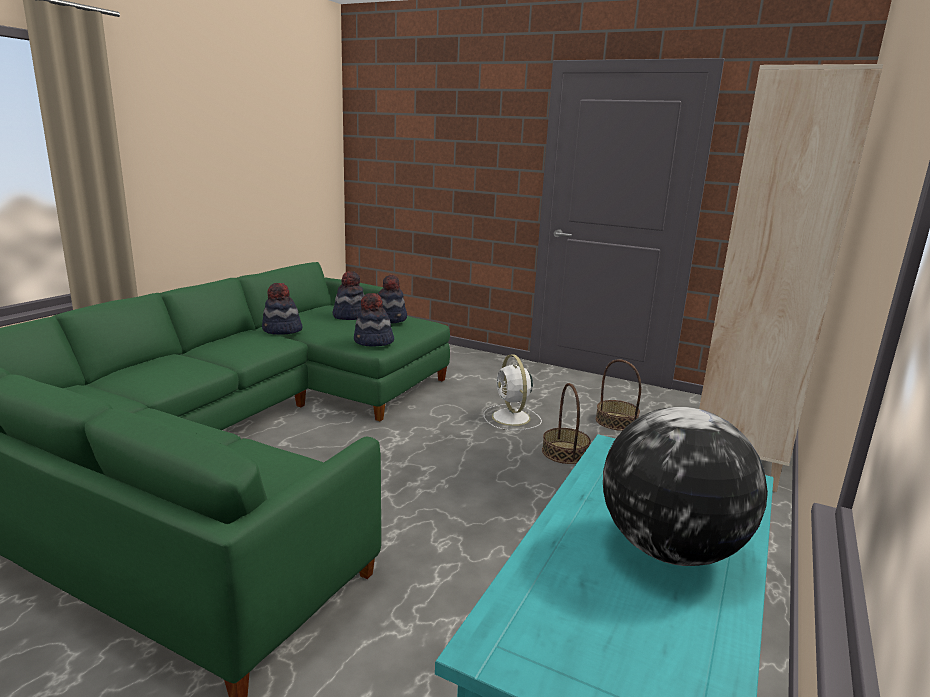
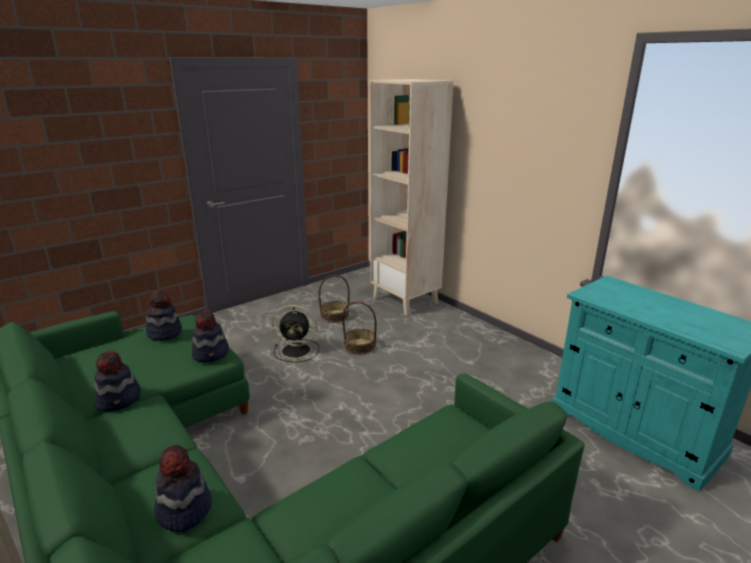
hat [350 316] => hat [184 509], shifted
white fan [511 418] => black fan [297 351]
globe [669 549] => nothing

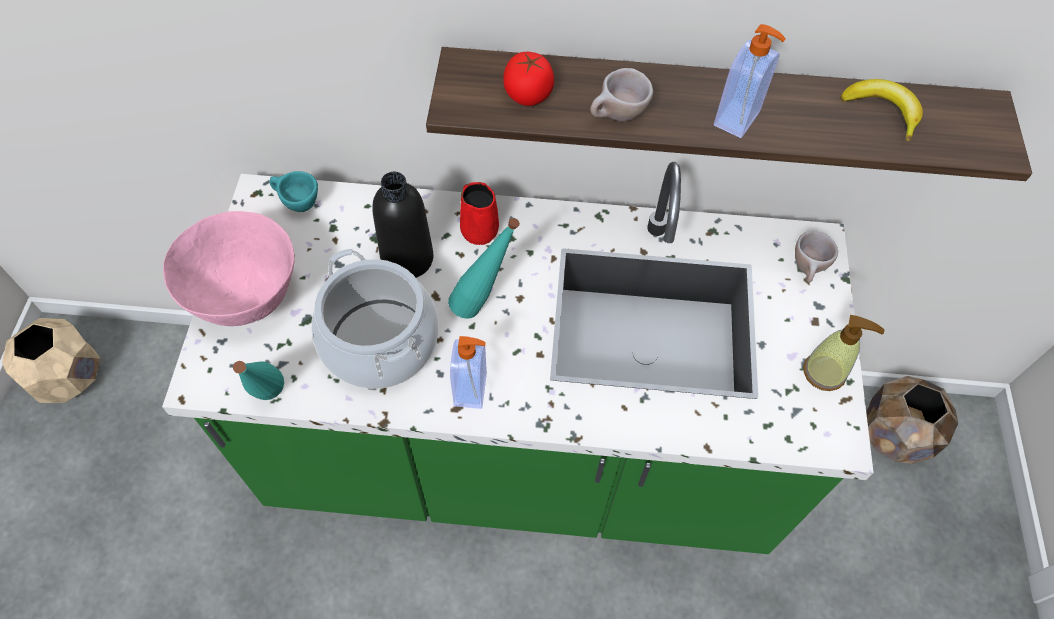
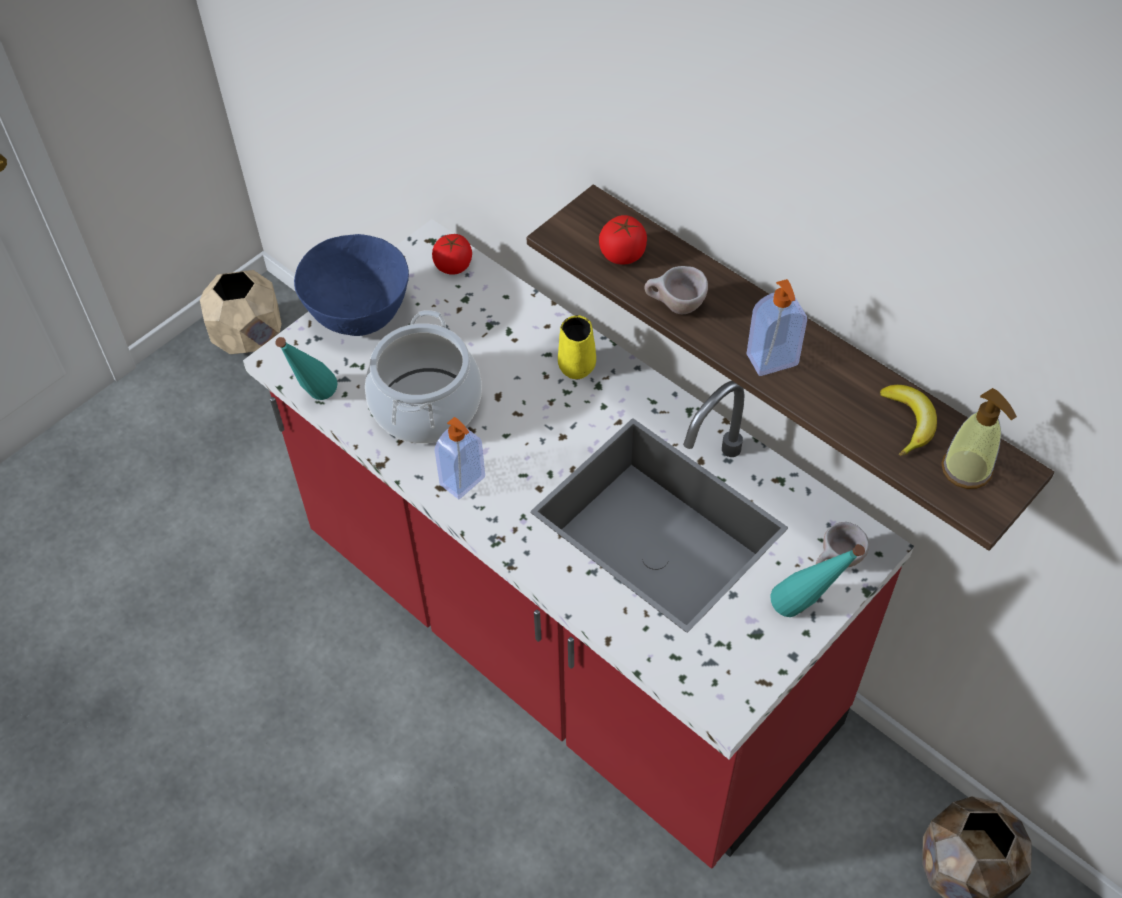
green counter [522 454] => red counter [565 636]
pink bowl [248 297] => blue bowl [361 316]
turquoise cup [297 204] => tomato [453 266]
red mug [478 229] => yellow mug [577 364]
turquoise bottle [483 304] => turquoise bottle [805 611], shifted
soap dispenser [824 372] => soap dispenser [967 469], shifted
black bottle [407 258] => nothing

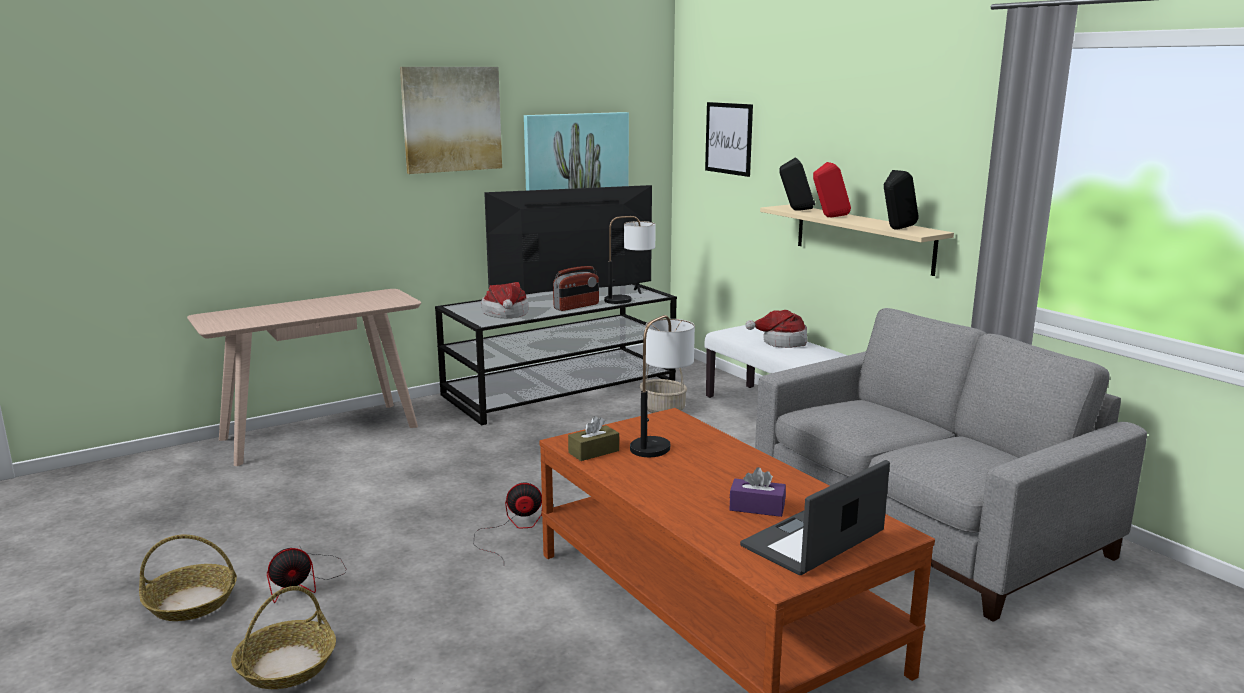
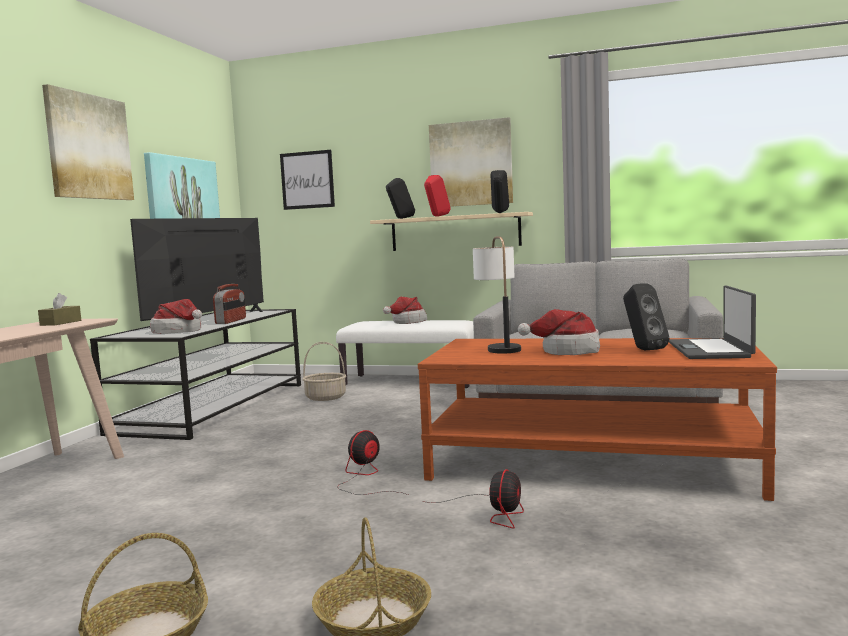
brown tissue box [593 452] => brown tissue box [60 323], shifted
fan [305 582] => fan [494 512], shifted
nothing => picture [471 163]
nothing => hat [567 351]
purple tissue box [757 507] => black speaker [643 349]
table lamp [630 299] => nothing

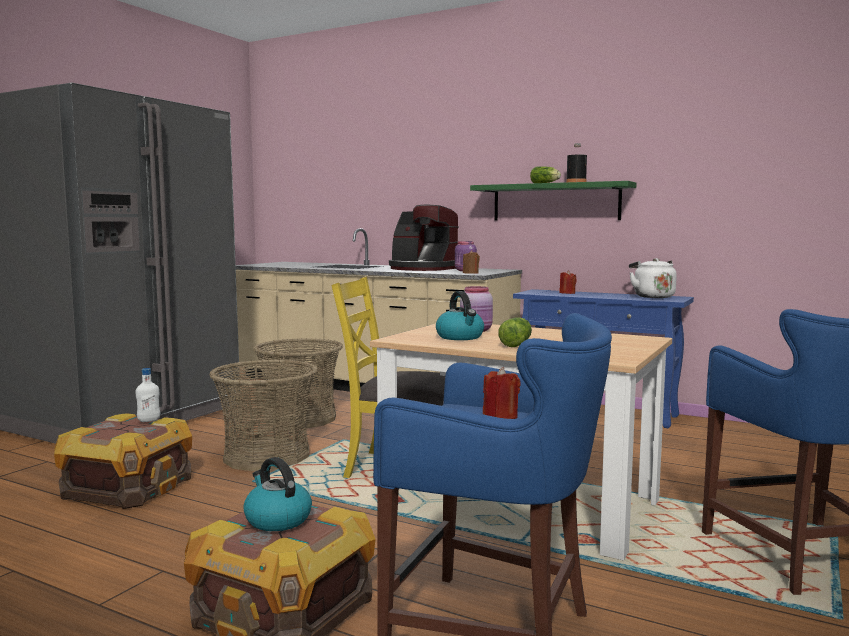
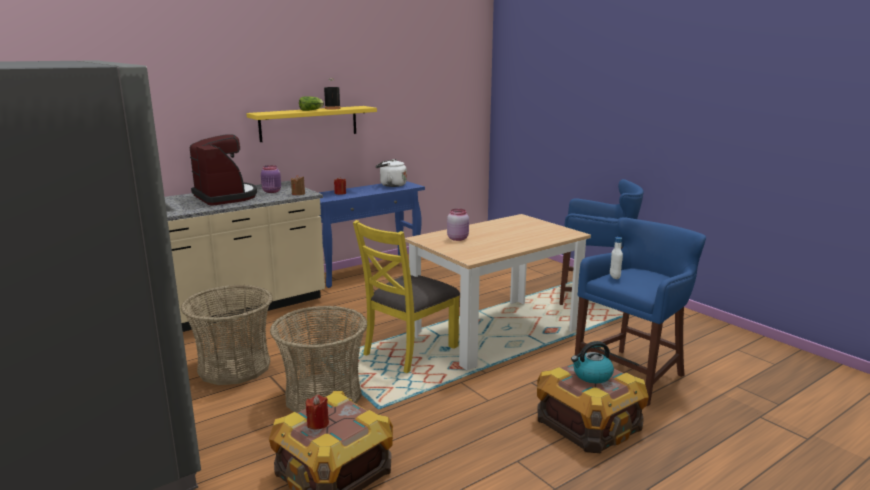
coffee machine [422 269] => coffee machine [225 197], 90 degrees counterclockwise
green shelf [555 202] => yellow shelf [309 123]
red candle [500 416] => red candle [318 423], shifted
white bottle [149 420] => white bottle [614 277], shifted
kettle [460 337] => nothing
lettuce [517 344] => nothing

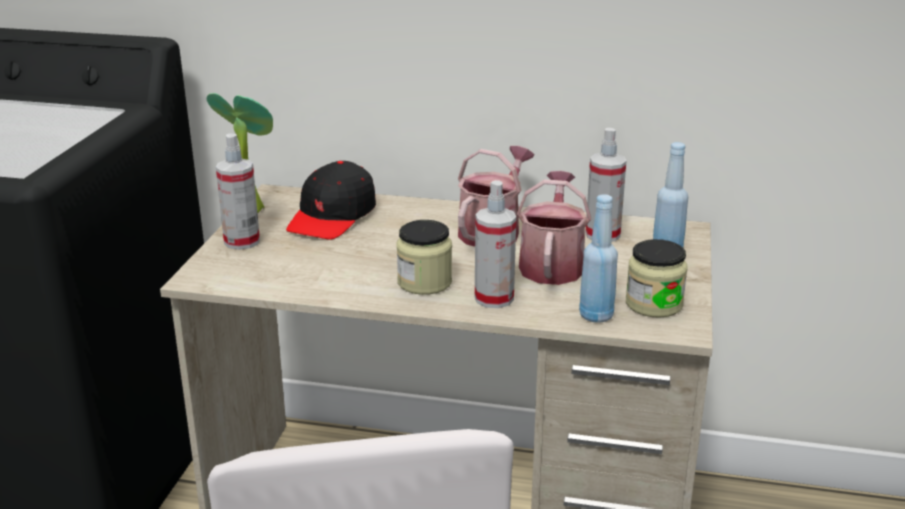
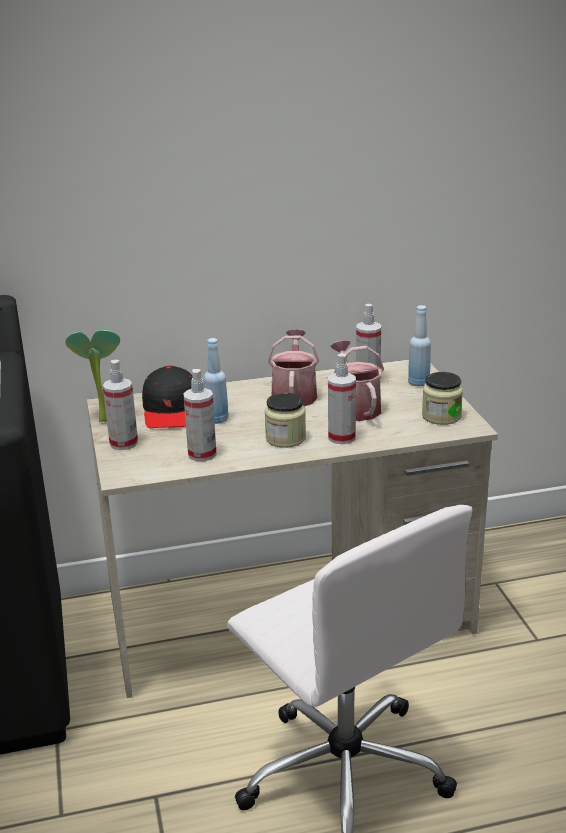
nothing => spray bottle [202 454]
blue bottle [596 315] => blue bottle [217 419], shifted

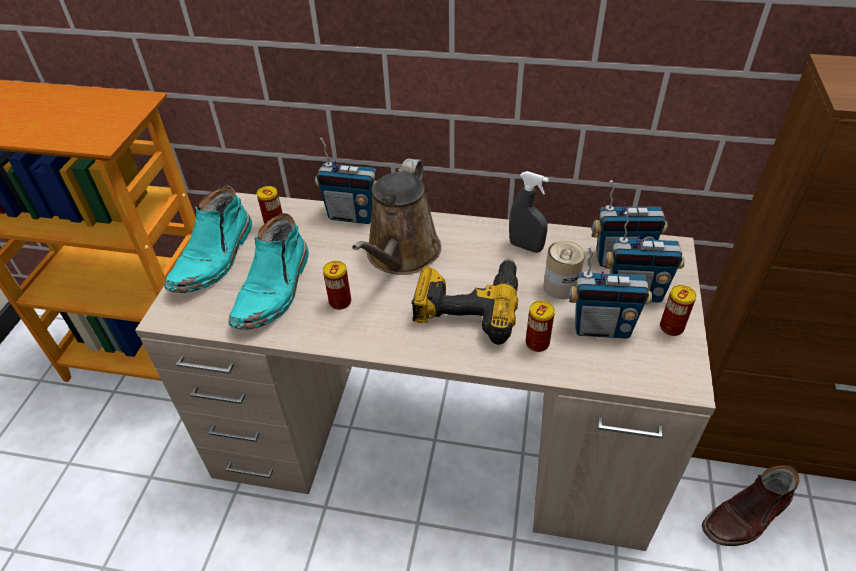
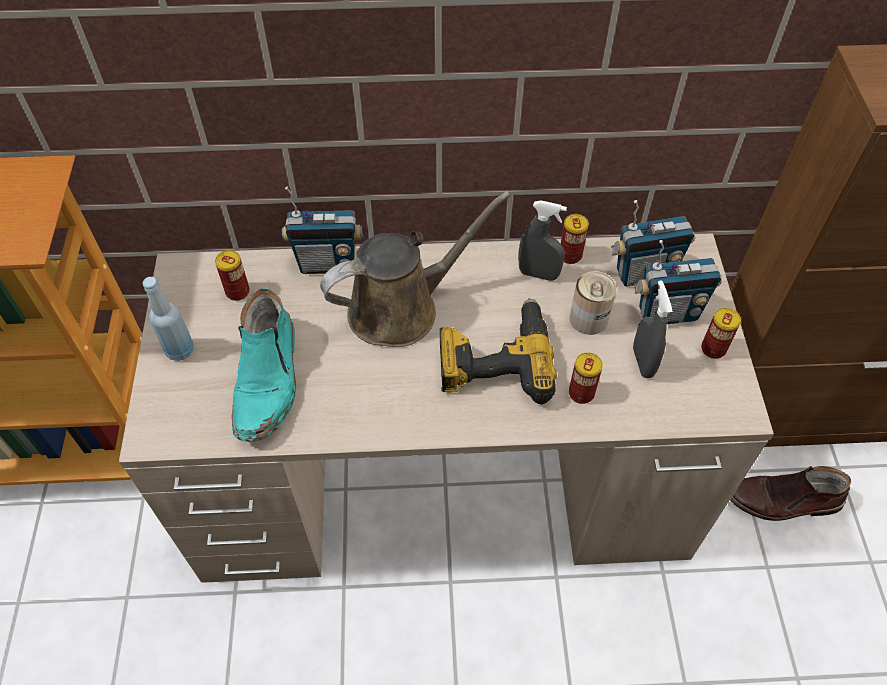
turquoise boot [214 258] => blue bottle [180 350]
brown watering can [401 255] => brown watering can [401 308], 120 degrees counterclockwise
can [340 302] => can [570 255], shifted
radio [601 327] => grey spray bottle [643 362]
brown boot [747 516] => brown boot [782 501], 45 degrees clockwise

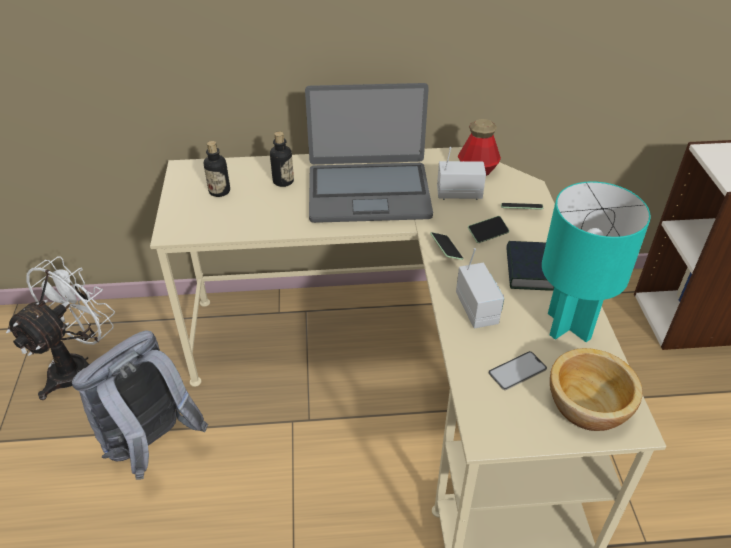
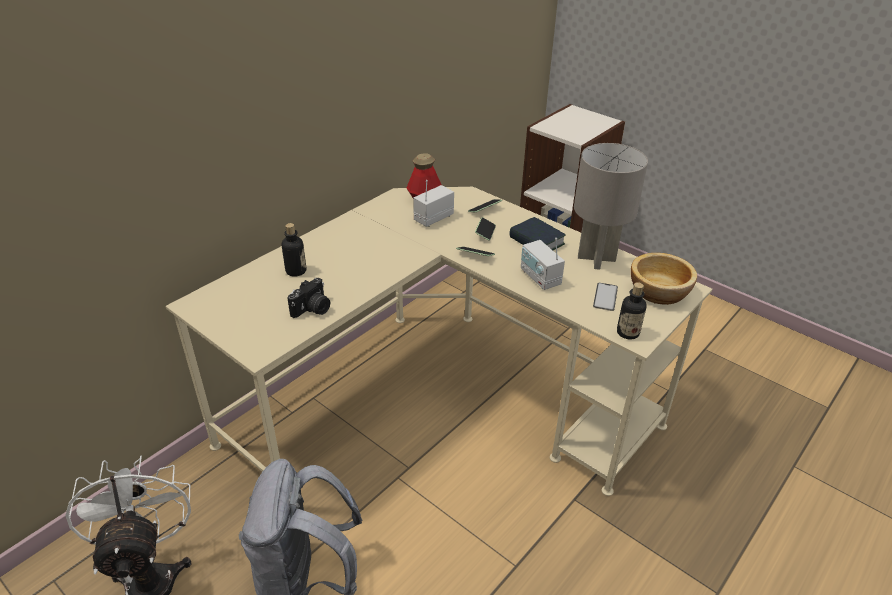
nothing => photo camera [312 309]
radio [477 309] => radio [540 278], 150 degrees counterclockwise
turquoise table lamp [569 327] => grey table lamp [597 259]
bottle [219 191] => bottle [627 332], shifted
laptop [368 192] => nothing

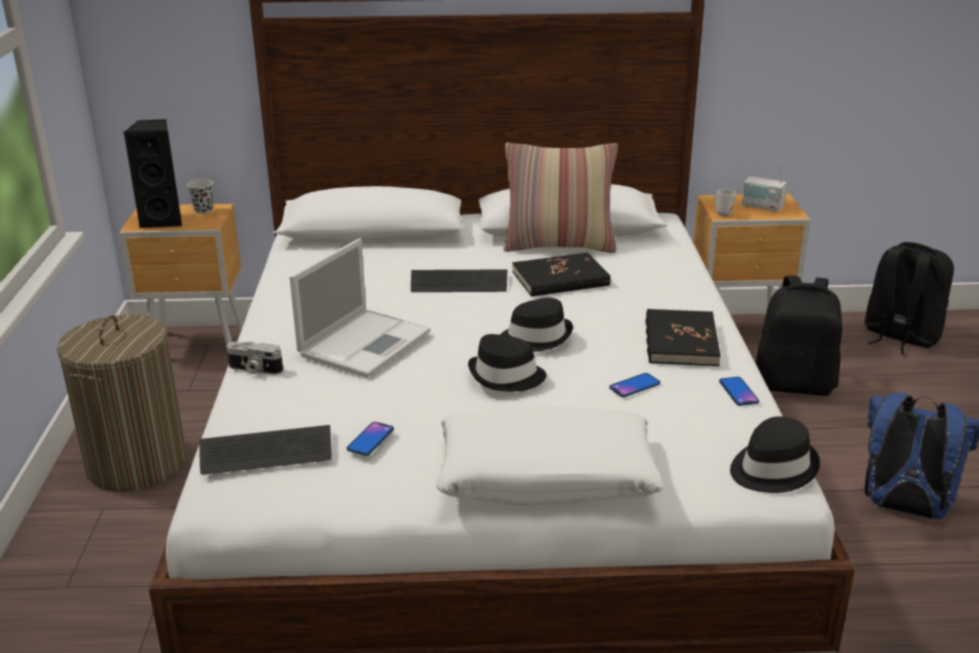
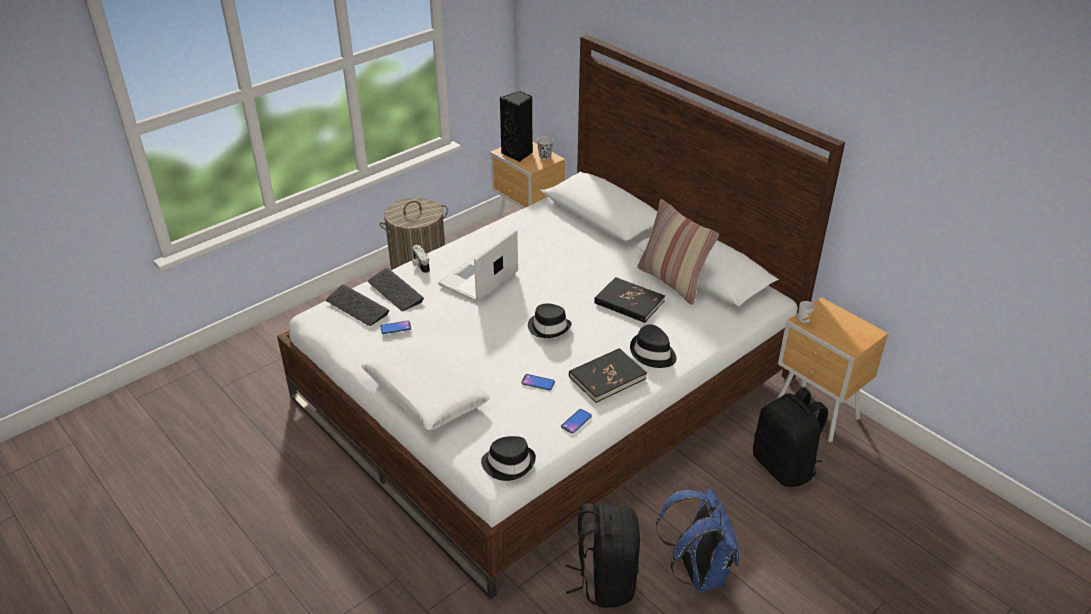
keyboard [459 283] => keyboard [395 291], shifted
laptop [366 342] => laptop [478 279], 135 degrees clockwise
black backpack [899 336] => black backpack [605 581], shifted
black hat [506 376] => black hat [652 353], shifted
radio [762 207] => nothing

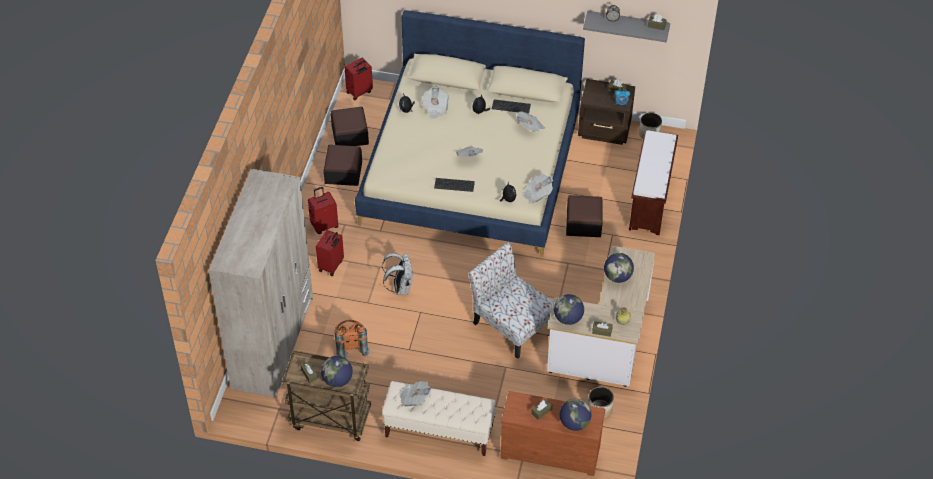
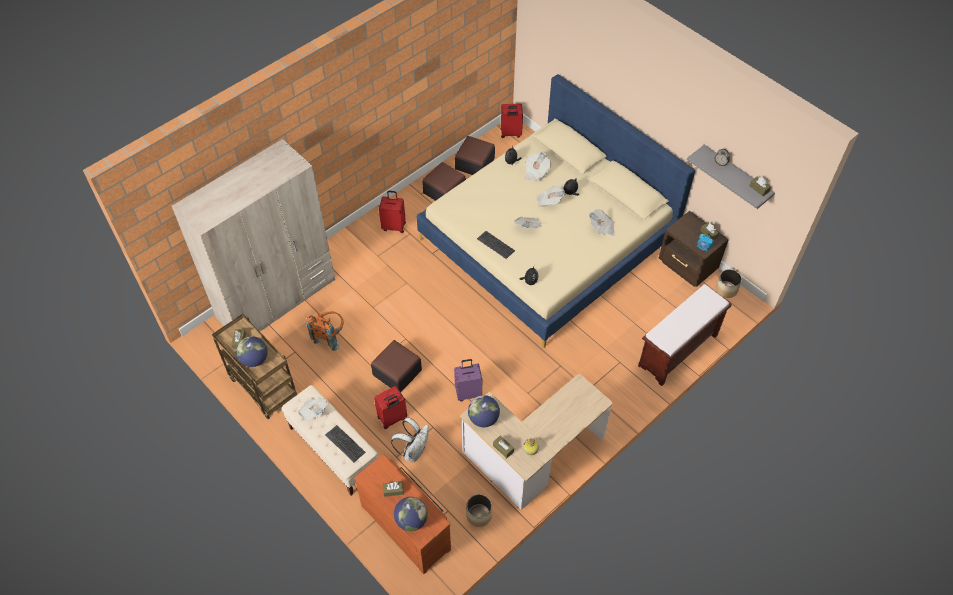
keyboard [511 106] => keyboard [345 443], shifted
ottoman [583 223] => ottoman [397 372], shifted
red suitcase [331 266] => red suitcase [392 418], shifted
white backpack [400 287] => white backpack [413 451], shifted
chair [511 324] => purple suitcase [468 392]
newspaper [537 194] => newspaper [549 201], shifted
globe [617 277] => nothing

